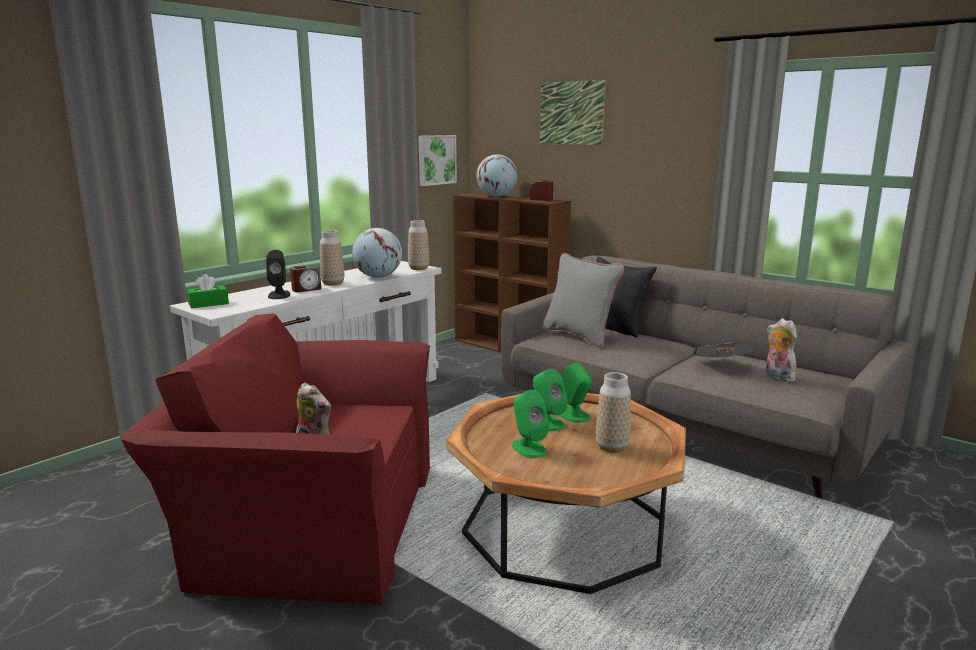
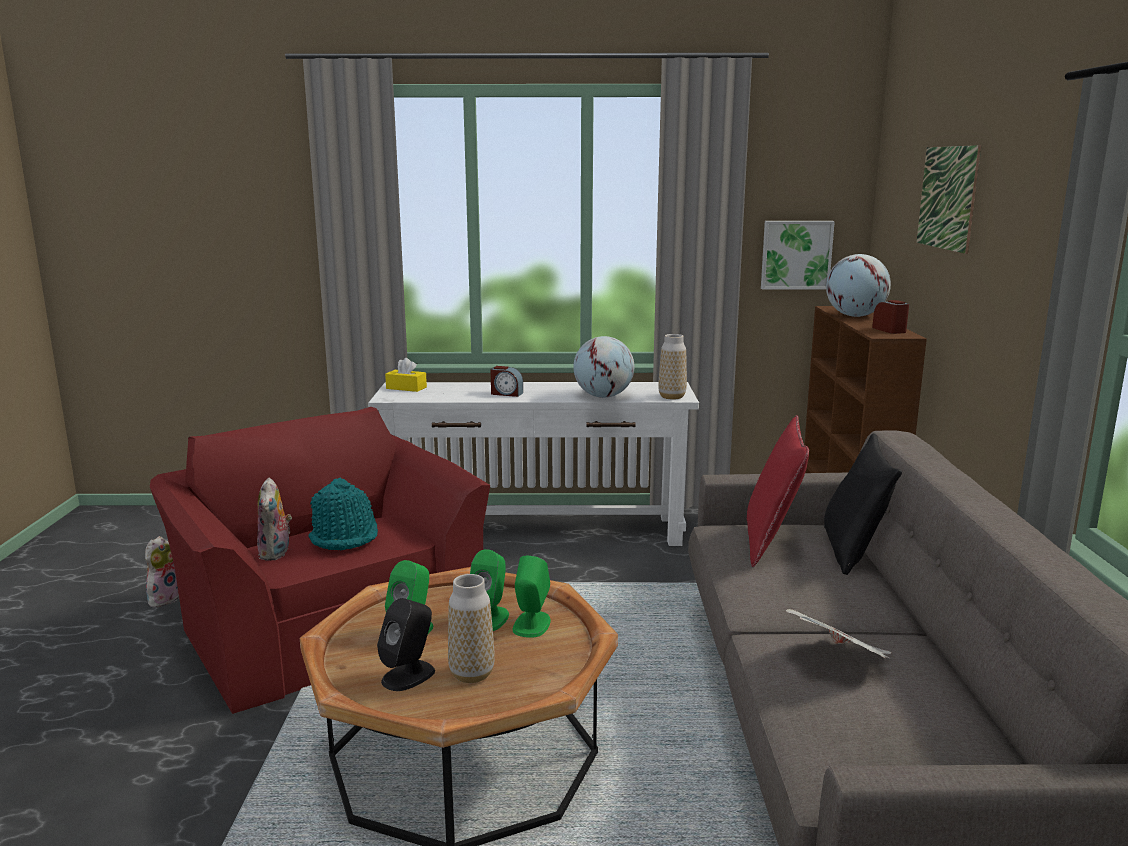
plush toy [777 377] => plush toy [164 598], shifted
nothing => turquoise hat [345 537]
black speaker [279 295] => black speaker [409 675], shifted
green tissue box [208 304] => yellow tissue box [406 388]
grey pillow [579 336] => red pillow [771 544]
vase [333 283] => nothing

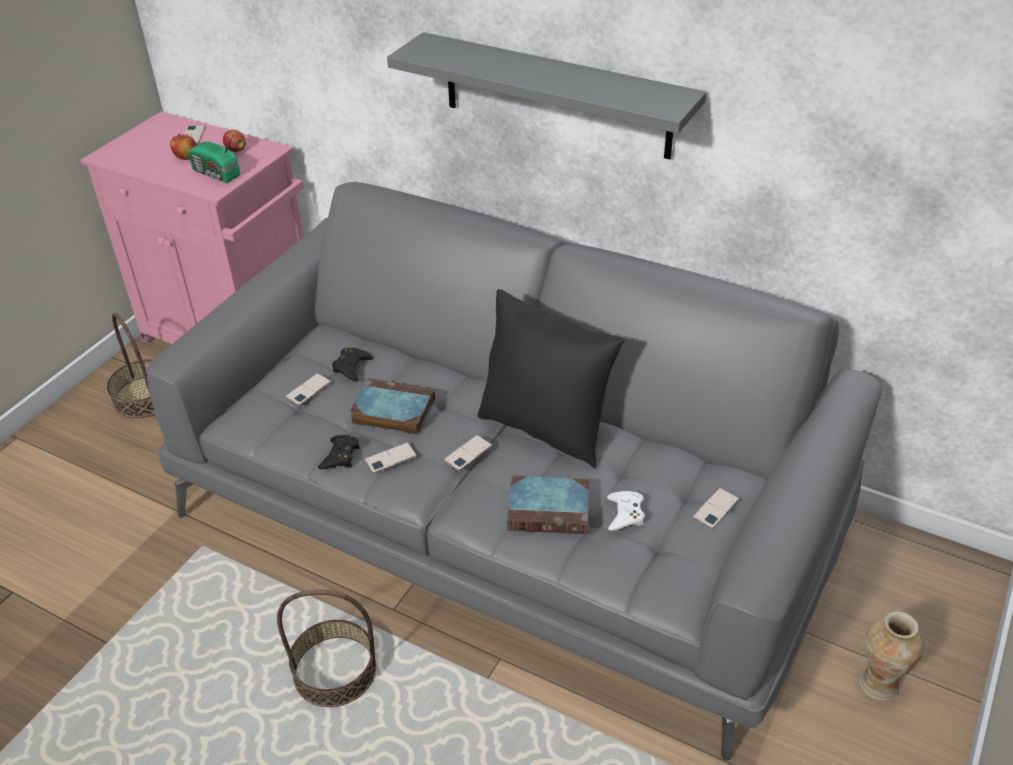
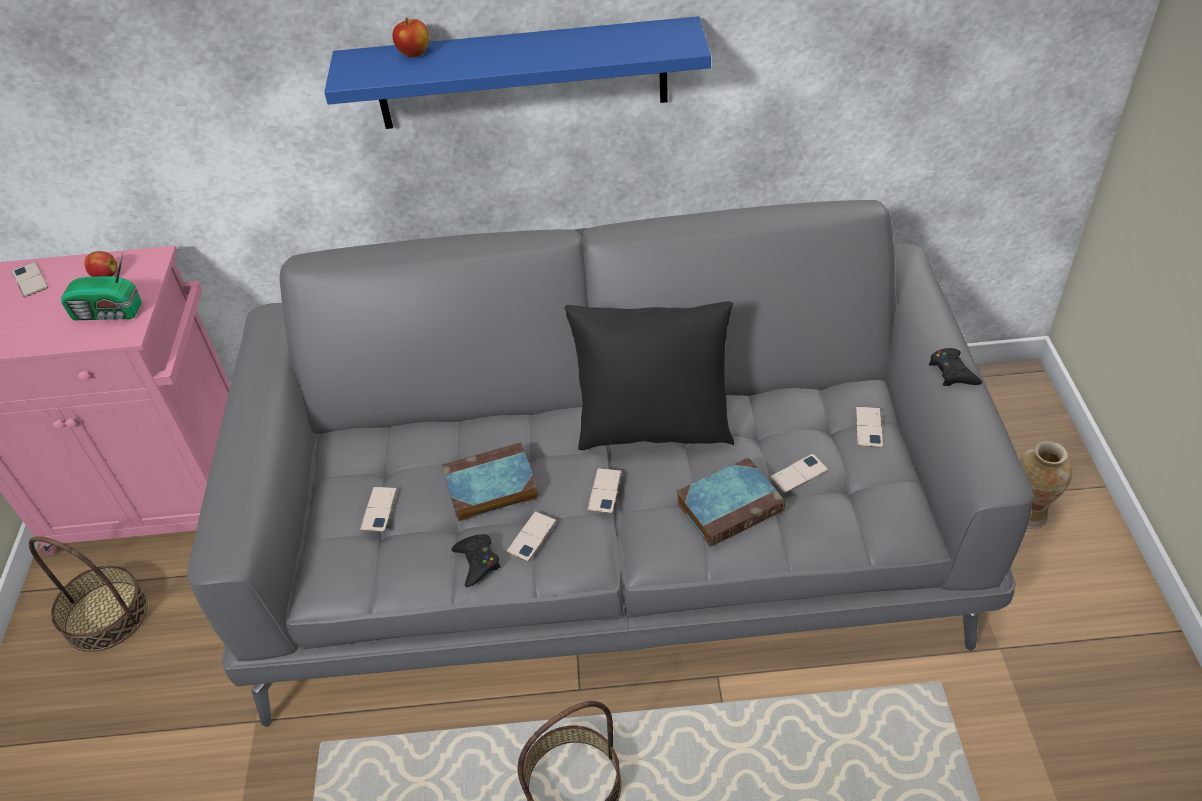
grey shelf [556 96] => blue shelf [521 74]
apple [186 157] => apple [414 53], shifted
white game controller [625 514] => phone [798 474]
black game controller [351 367] => black game controller [952 372], shifted

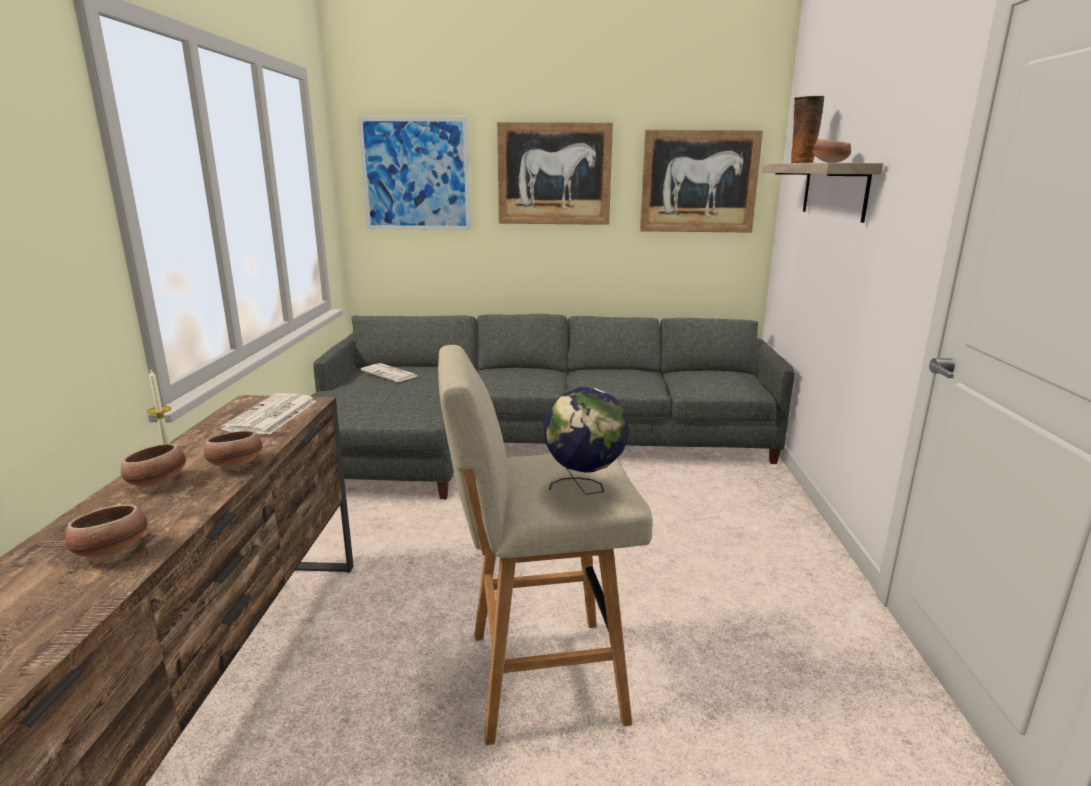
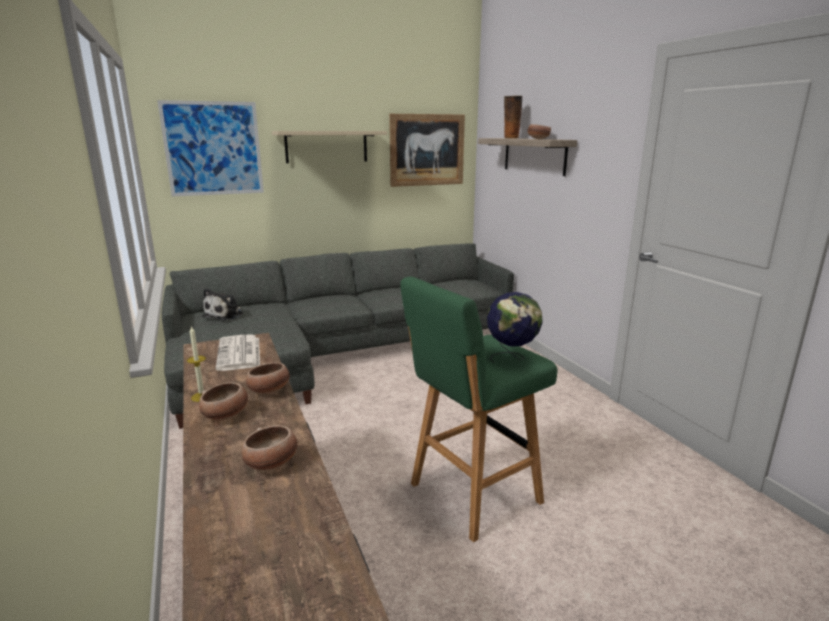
newspaper [391 373] => plush toy [225 315]
picture [554 174] => beige shelf [326 146]
beige stool [539 677] => green stool [471 495]

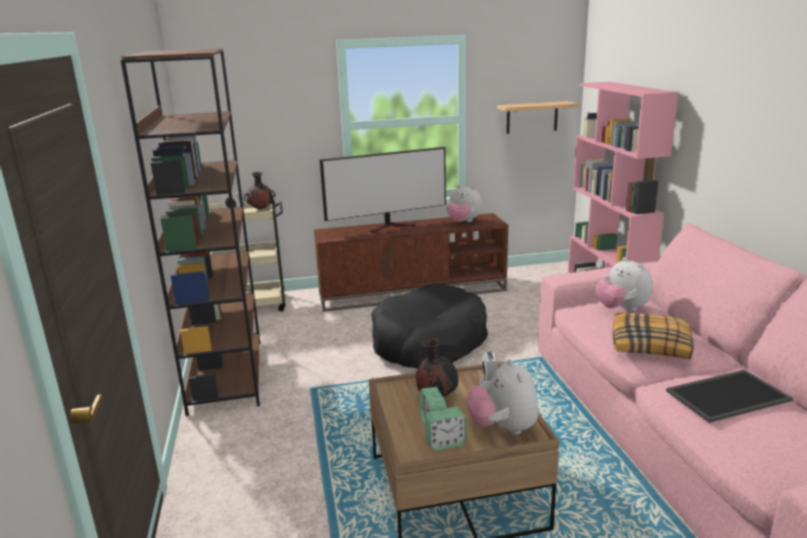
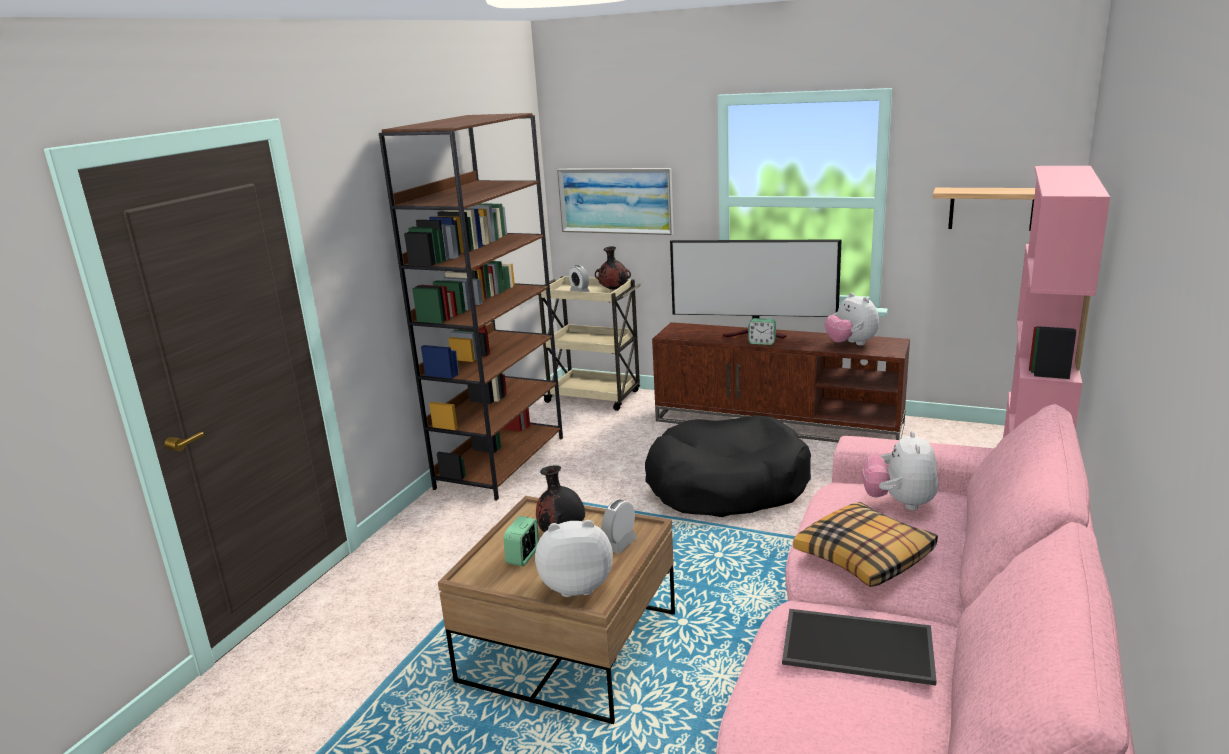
plush toy [503 428] => plush toy [576 585], 60 degrees clockwise
nothing => picture [615 200]
alarm clock [445 443] => alarm clock [762 342], shifted

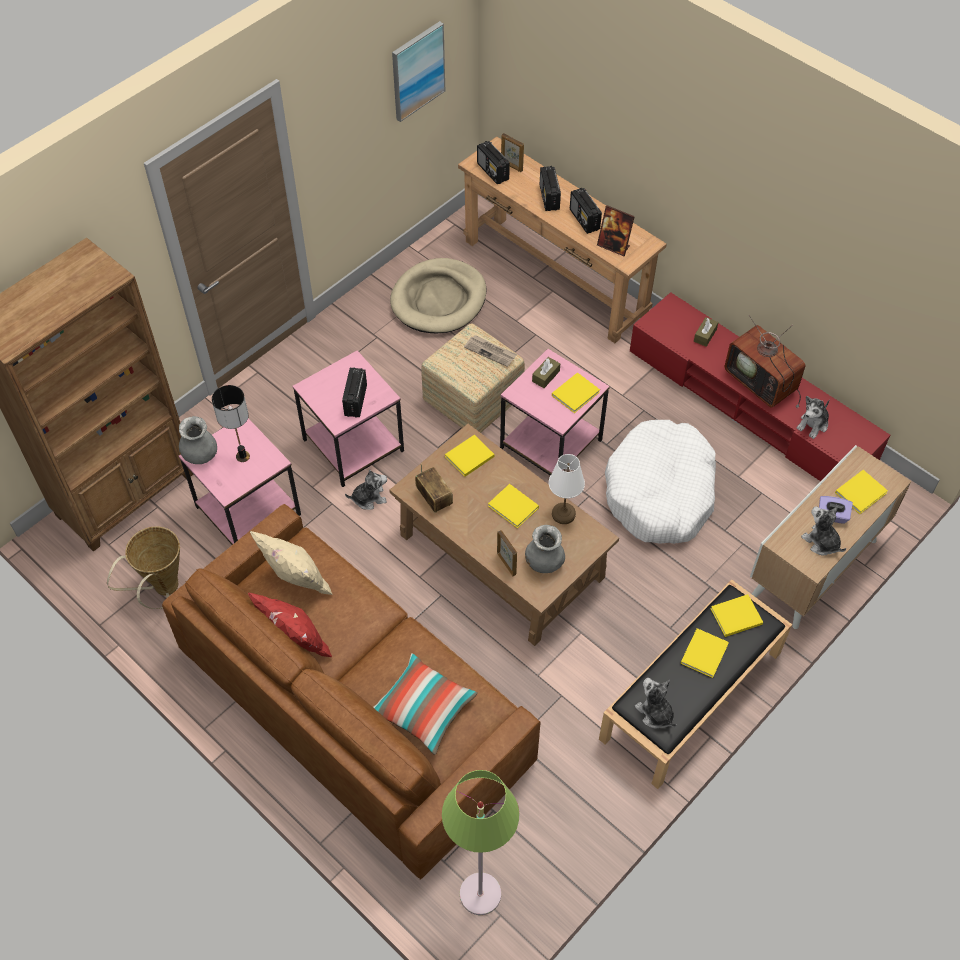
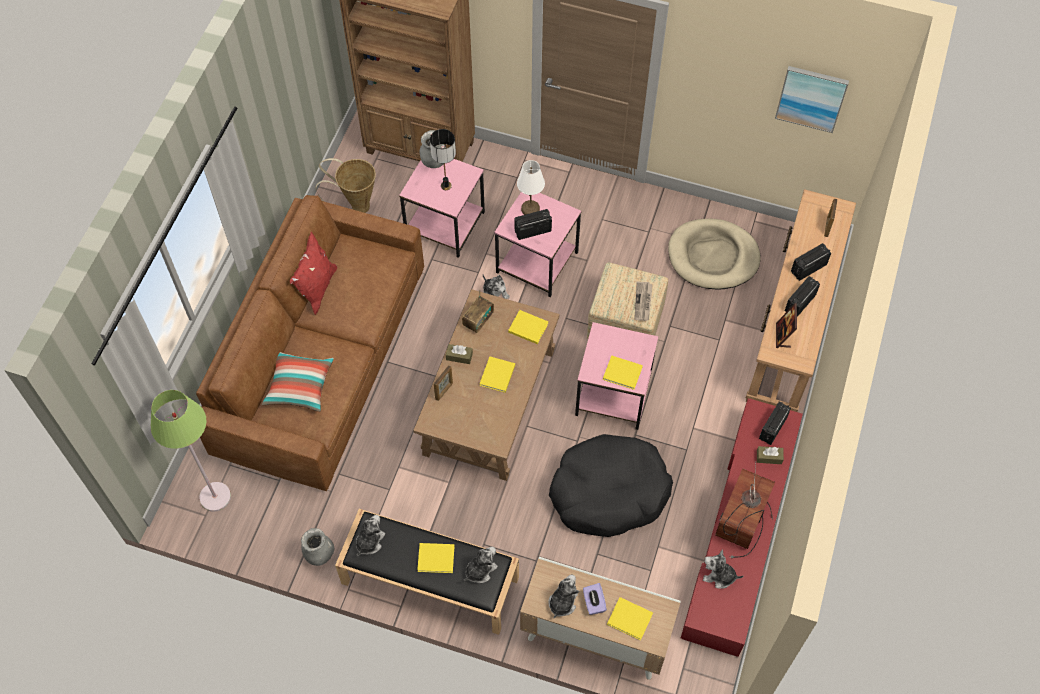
grey vase [544 562] => grey vase [319 553], shifted
brown tissue box [546 376] => brown tissue box [459 356], shifted
yellow book [734 617] => plush toy [480 570]
white table lamp [563 514] => white table lamp [530 208], shifted
white dog bed [660 492] => black dog bed [608 492]
radio [493 172] => radio [772 428], shifted
beige pillow [296 582] => nothing

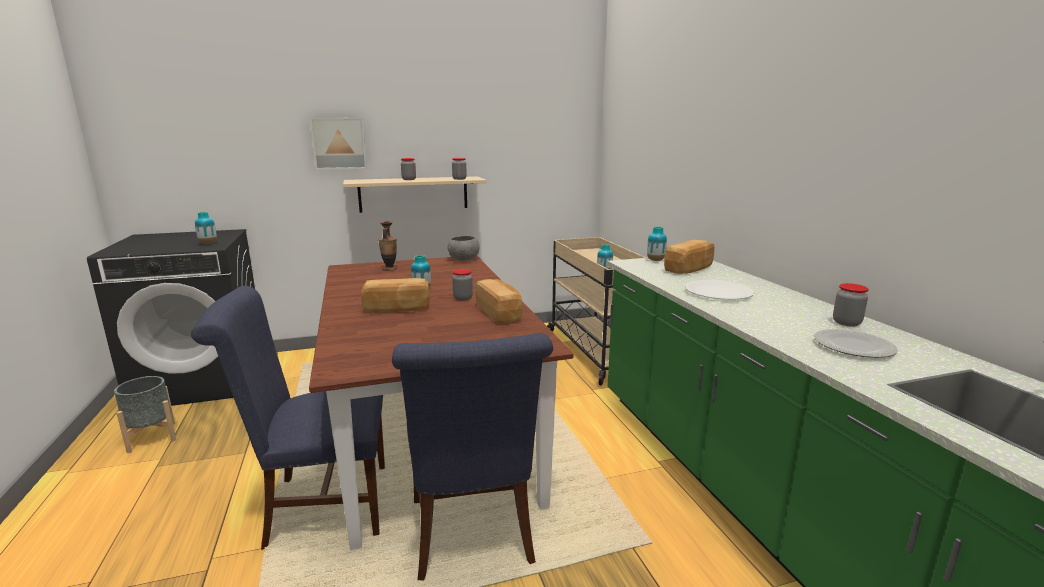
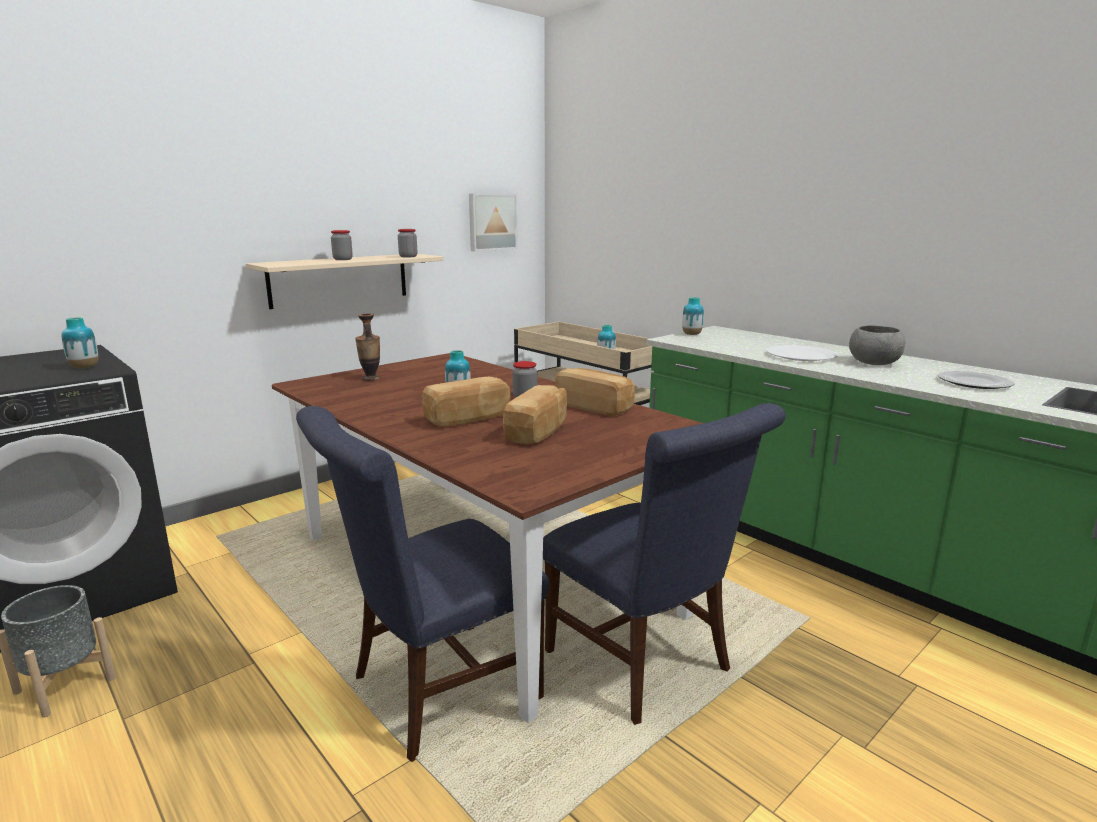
picture [339 143] => picture [491 222], shifted
bread [690 269] => bread [539 432], shifted
grey bowl [464 259] => grey bowl [873 363], shifted
jar [846 323] => nothing

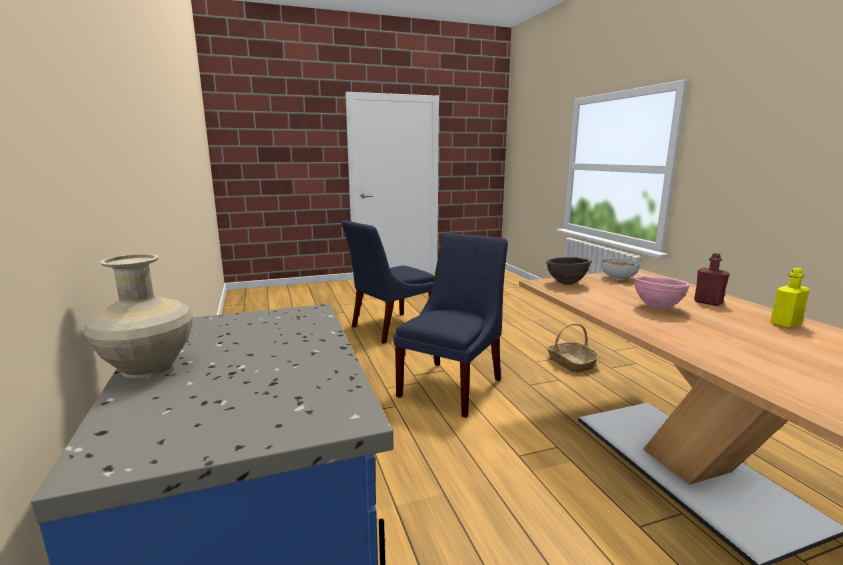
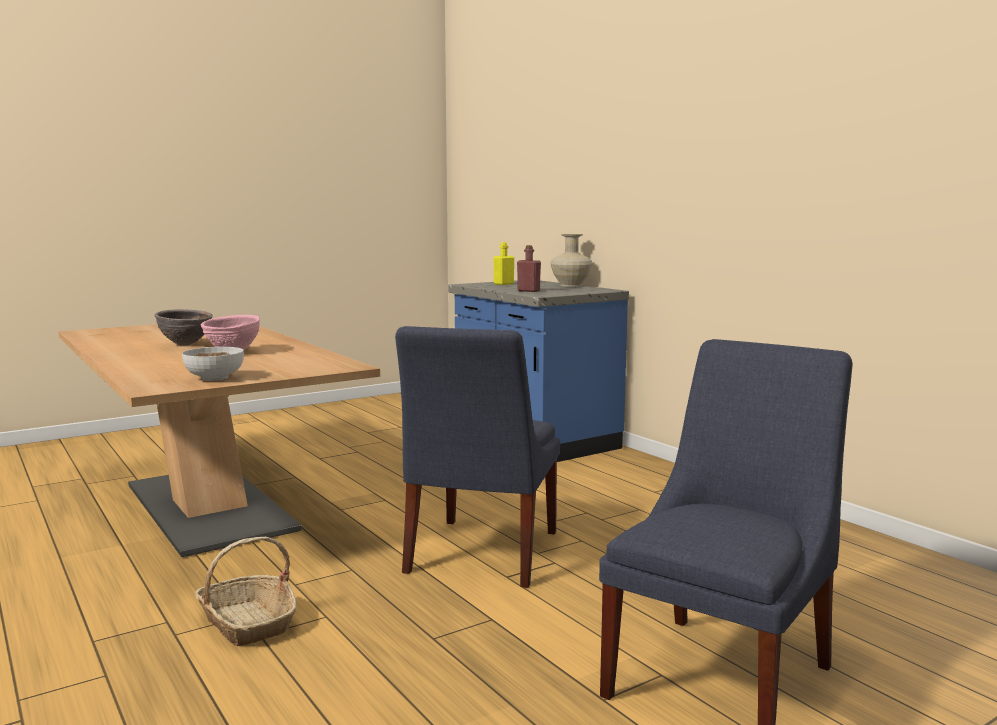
brown bowl [566 284] => brown bowl [185 344], shifted
yellow bottle [785 324] => yellow bottle [503 284], shifted
red bottle [708 302] => red bottle [528 291], shifted

